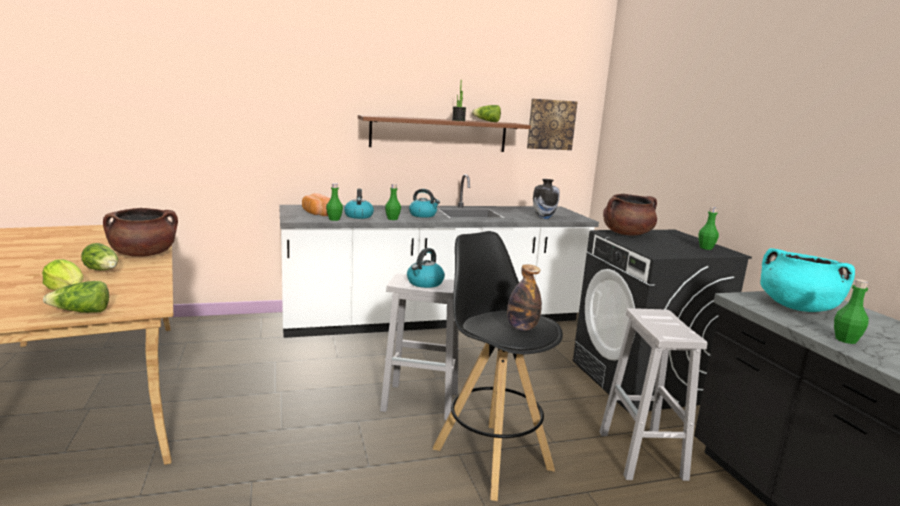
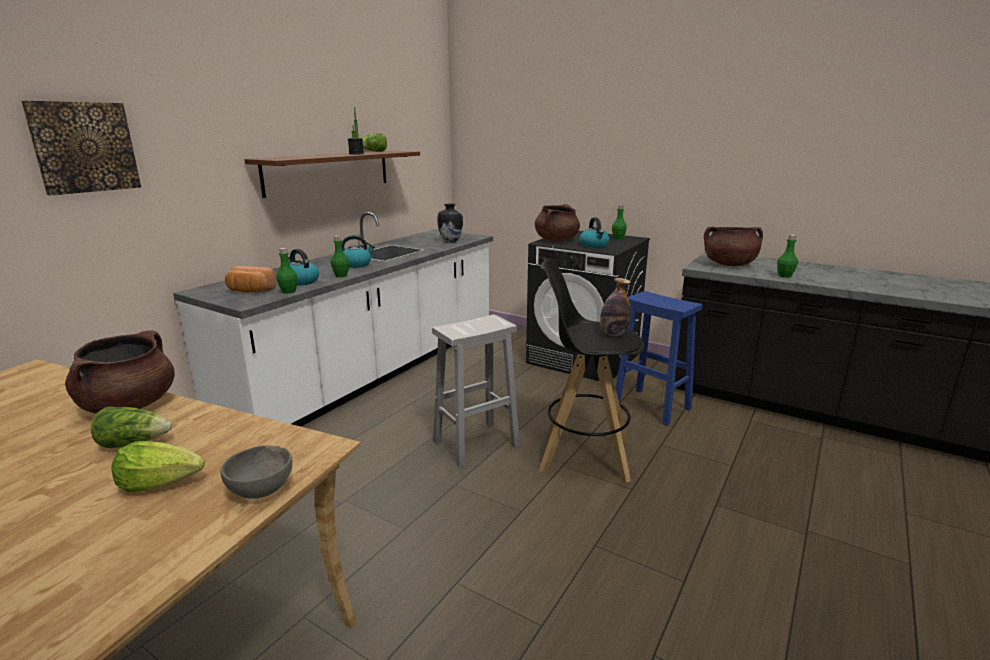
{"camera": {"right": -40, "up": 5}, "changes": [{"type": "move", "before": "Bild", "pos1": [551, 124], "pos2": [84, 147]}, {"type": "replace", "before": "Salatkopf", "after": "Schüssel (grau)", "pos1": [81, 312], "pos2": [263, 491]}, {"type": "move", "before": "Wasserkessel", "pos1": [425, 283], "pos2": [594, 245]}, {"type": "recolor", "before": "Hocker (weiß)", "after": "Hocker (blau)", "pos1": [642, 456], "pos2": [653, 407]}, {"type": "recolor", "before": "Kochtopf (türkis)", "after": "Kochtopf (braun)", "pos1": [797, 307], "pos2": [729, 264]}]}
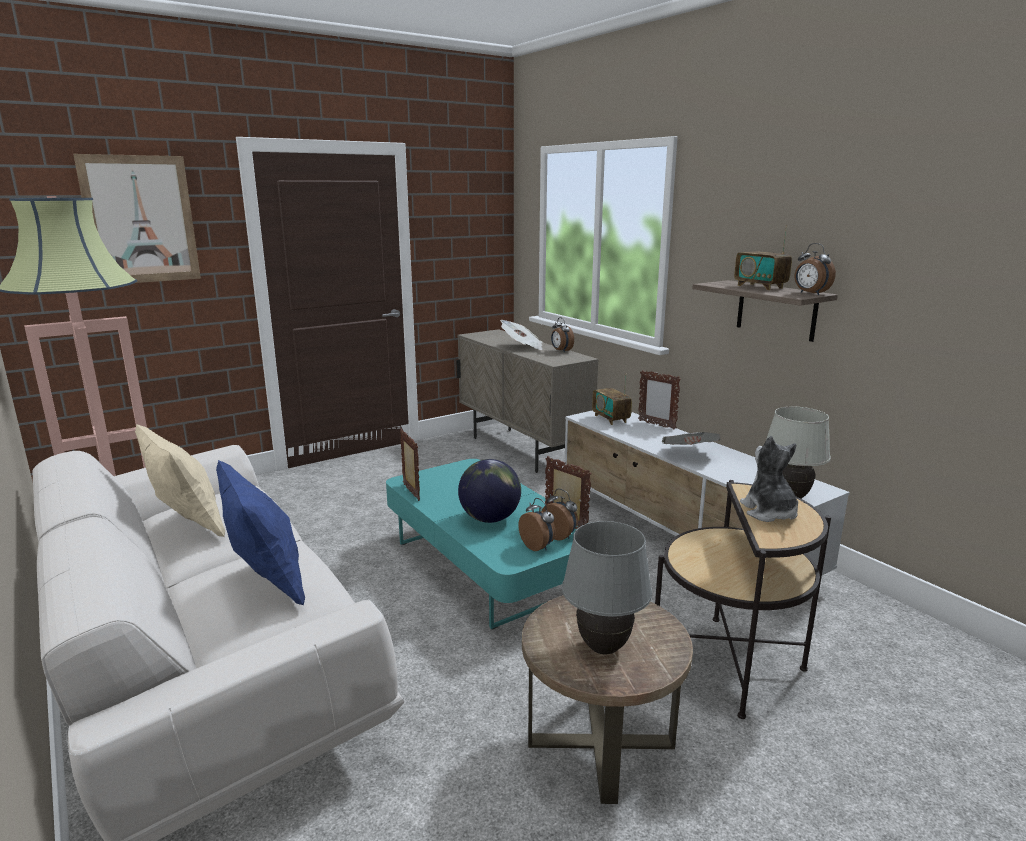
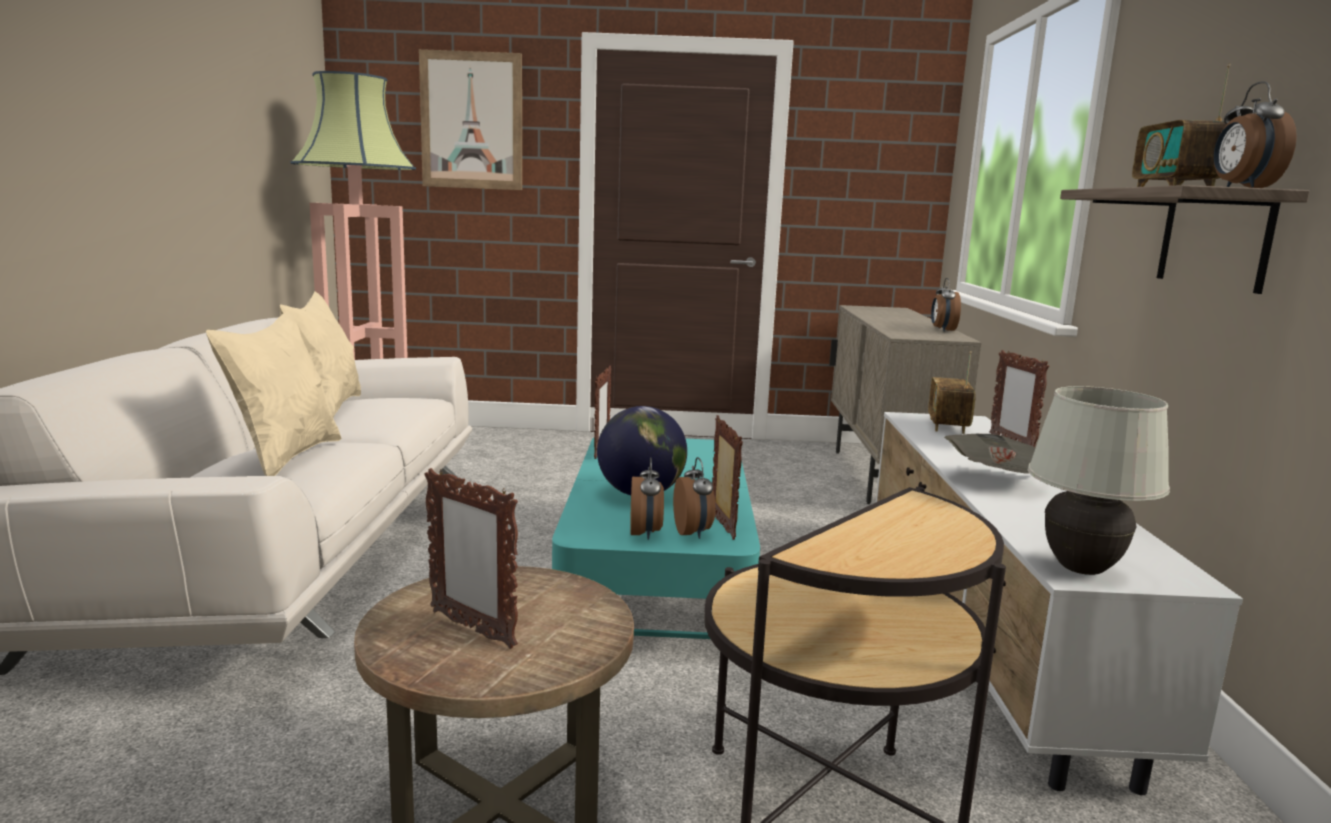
{"camera": {"right": 35, "up": -5}, "changes": [{"type": "recolor", "before": "Kissen (blau)", "after": "Kissen (beige)", "pos1": [267, 582], "pos2": [285, 457]}, {"type": "replace", "before": "Tischlampe (grau)", "after": "Bilderrahmen", "pos1": [603, 647], "pos2": [472, 629]}, {"type": "delete", "before": "Zeitung", "pos1": [522, 347]}, {"type": "delete", "before": "Plüschtier", "pos1": [769, 512]}]}
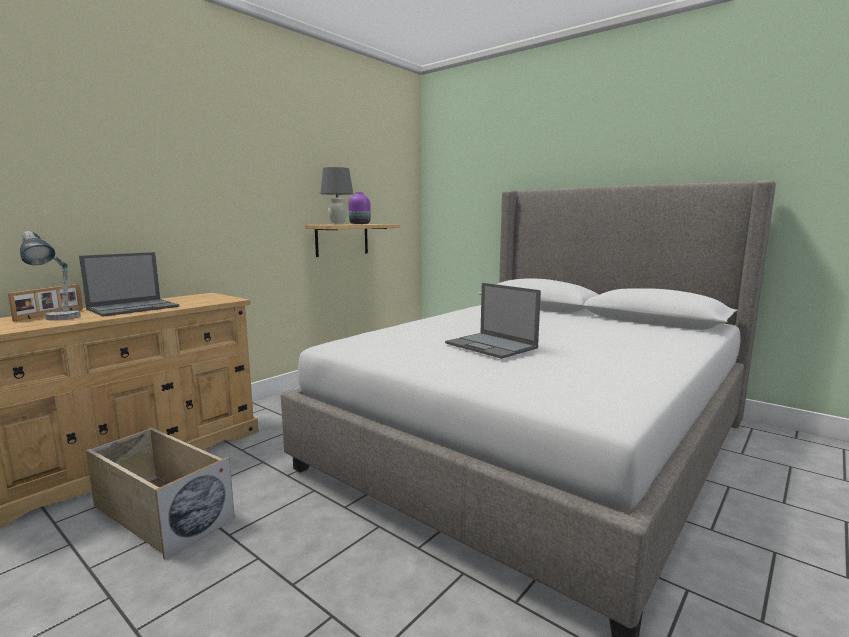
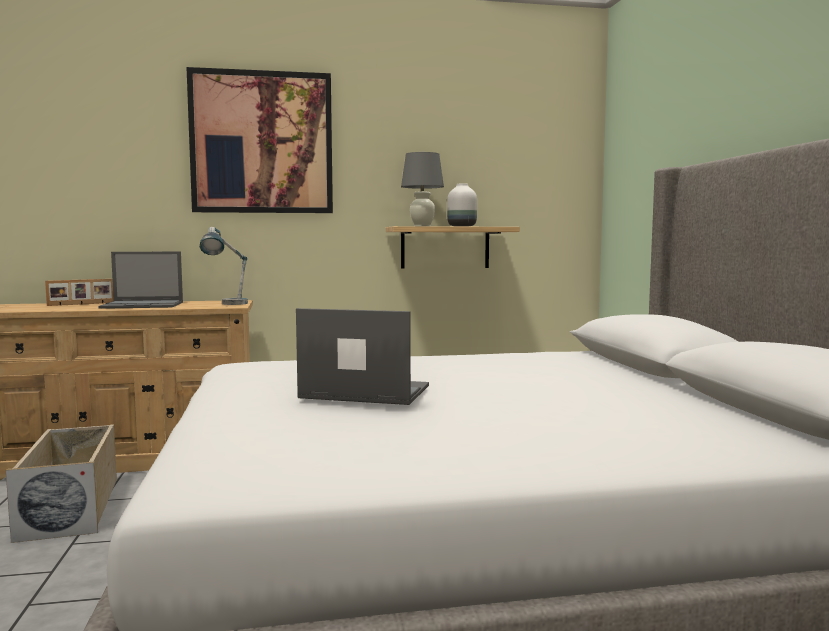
{"camera": {"right": 40, "up": -5}, "changes": [{"type": "insert", "after": "Bild", "pos2": [262, 143]}, {"type": "move", "before": "Tischlampe", "pos1": [58, 320], "pos2": [227, 304]}, {"type": "rotate", "before": "Laptop", "pos1": [492, 346], "pos2": [363, 392], "turn": 105}, {"type": "recolor", "before": "Vase (lila)", "after": "Vase (weiß)", "pos1": [360, 224], "pos2": [461, 226]}]}
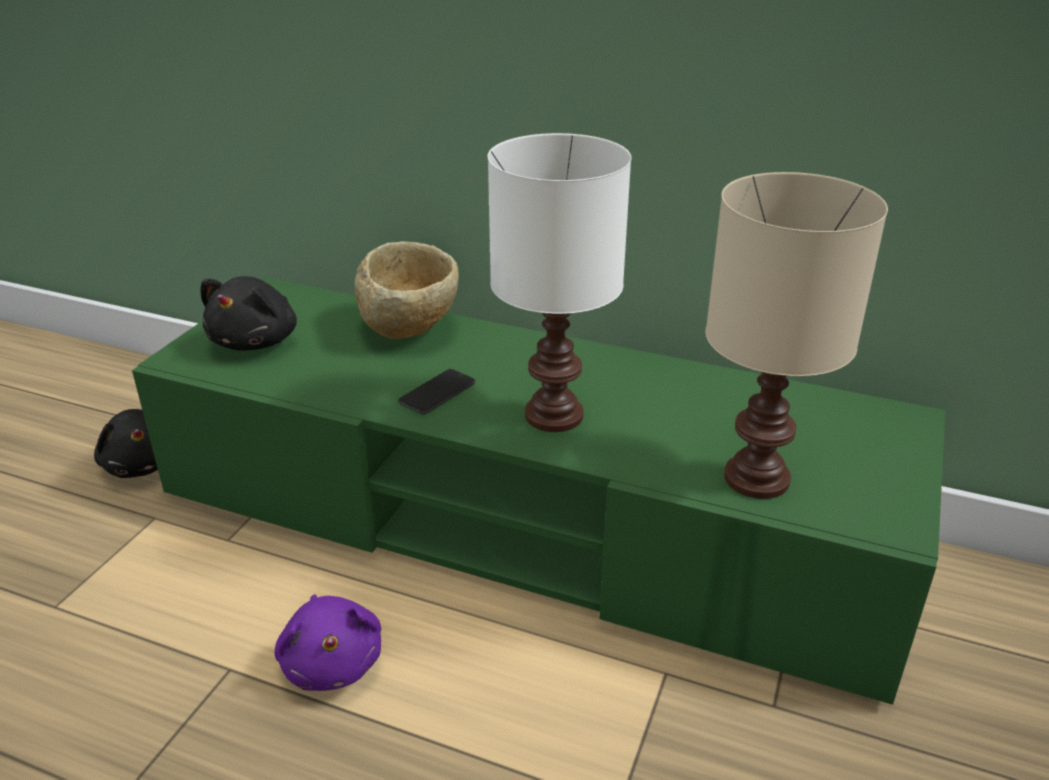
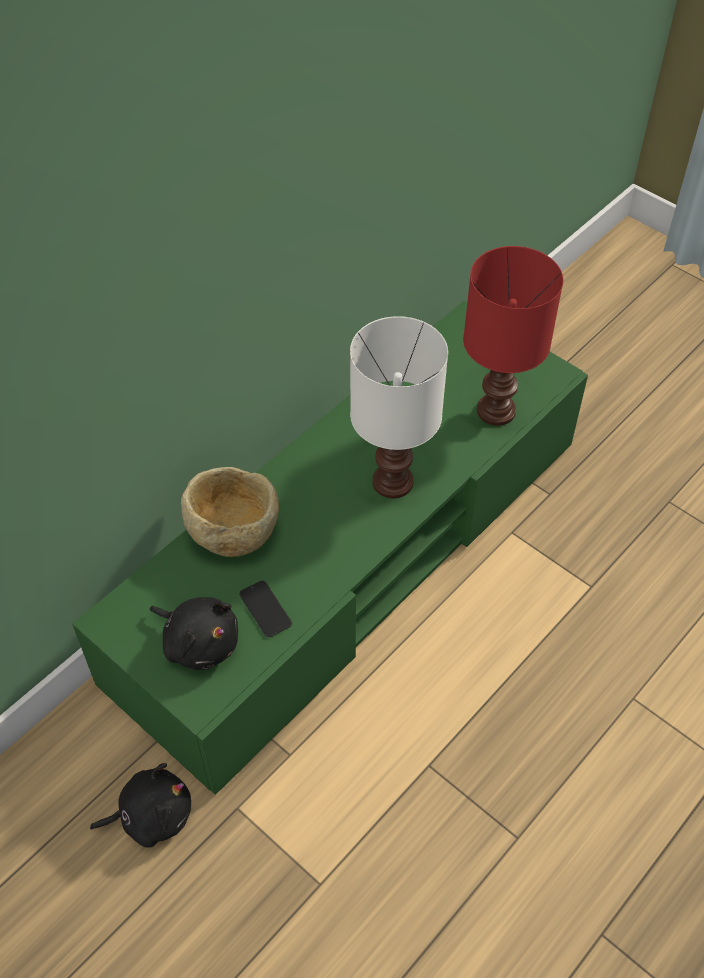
{"camera": {"right": -70, "up": 20}, "changes": [{"type": "move", "before": "Handy", "pos1": [437, 393], "pos2": [265, 609]}, {"type": "recolor", "before": "Tischlampe (beige)", "after": "Tischlampe (rot)", "pos1": [753, 478], "pos2": [495, 412]}, {"type": "delete", "before": "Plüschtier (lila)", "pos1": [332, 662]}]}
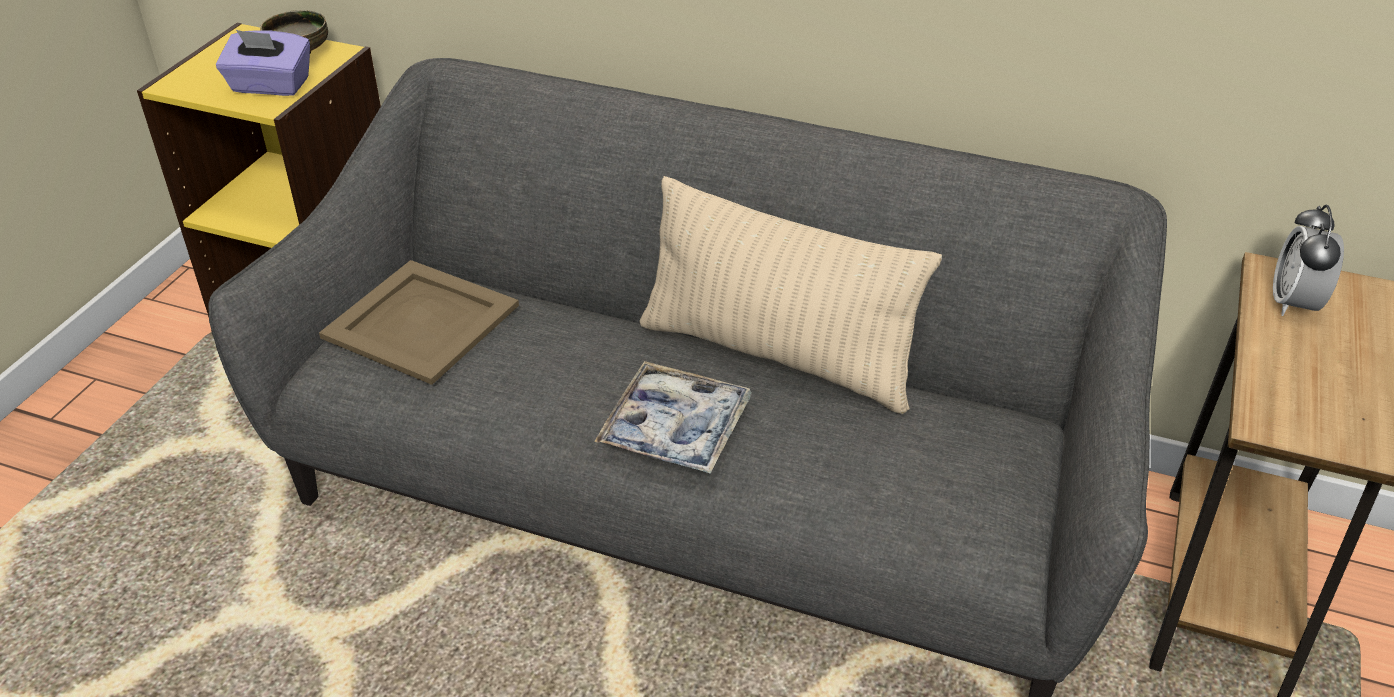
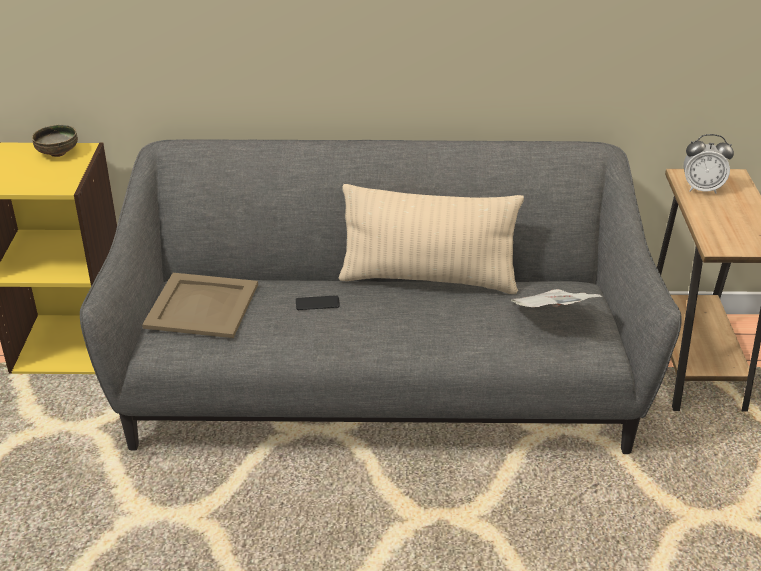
{"camera": {"right": -20, "up": -5}, "changes": [{"type": "insert", "after": "Handy", "pos2": [317, 303]}, {"type": "insert", "after": "Zeitung", "pos2": [553, 318]}, {"type": "rotate", "before": "Wecker", "pos1": [1293, 304], "pos2": [702, 189], "turn": -75}, {"type": "delete", "before": "Taschentuchbox (lila)", "pos1": [270, 86]}, {"type": "delete", "before": "Tablett", "pos1": [675, 429]}]}
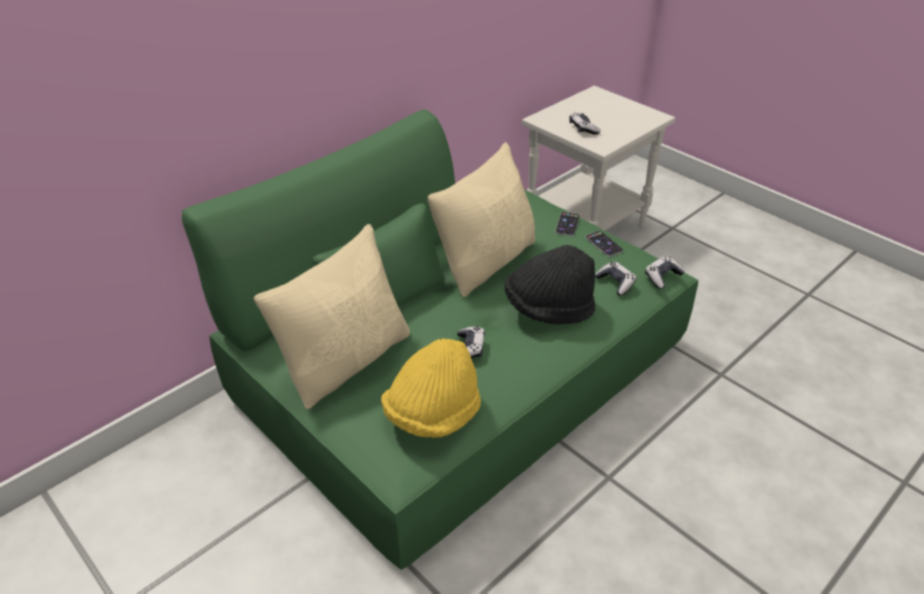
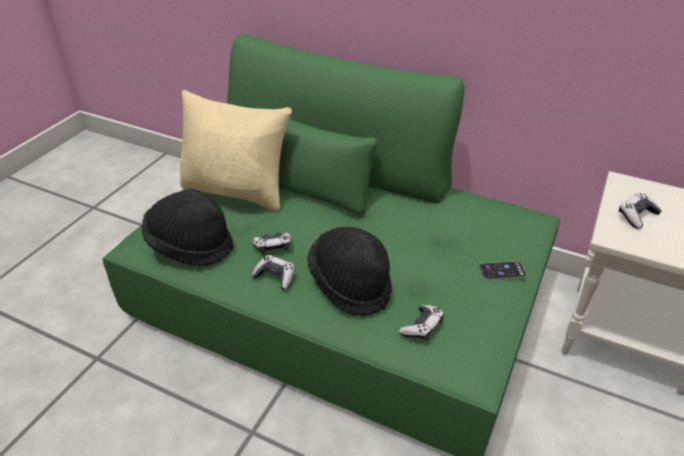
{"camera": {"right": 70, "up": 0}, "changes": [{"type": "recolor", "before": "Hut (gelb)", "after": "Hut (schwarz)", "pos1": [433, 414], "pos2": [190, 245]}, {"type": "move", "before": "Gamepad", "pos1": [662, 277], "pos2": [275, 277]}, {"type": "delete", "before": "Kissen (beige)", "pos1": [486, 261]}, {"type": "delete", "before": "Handy", "pos1": [604, 244]}]}
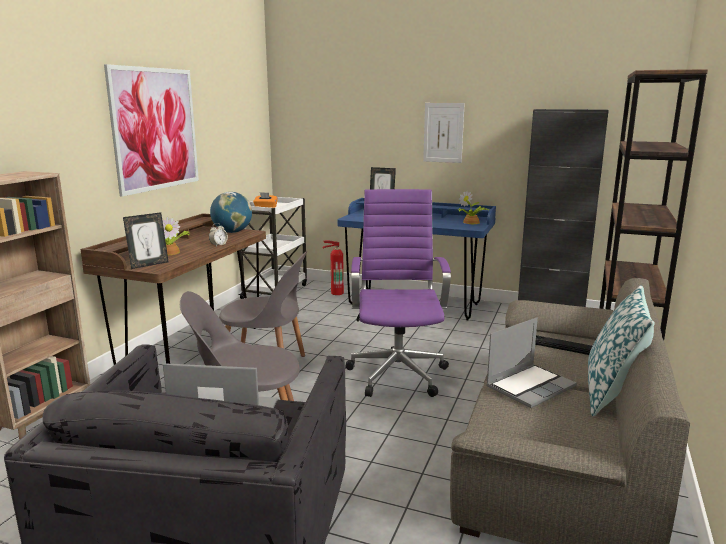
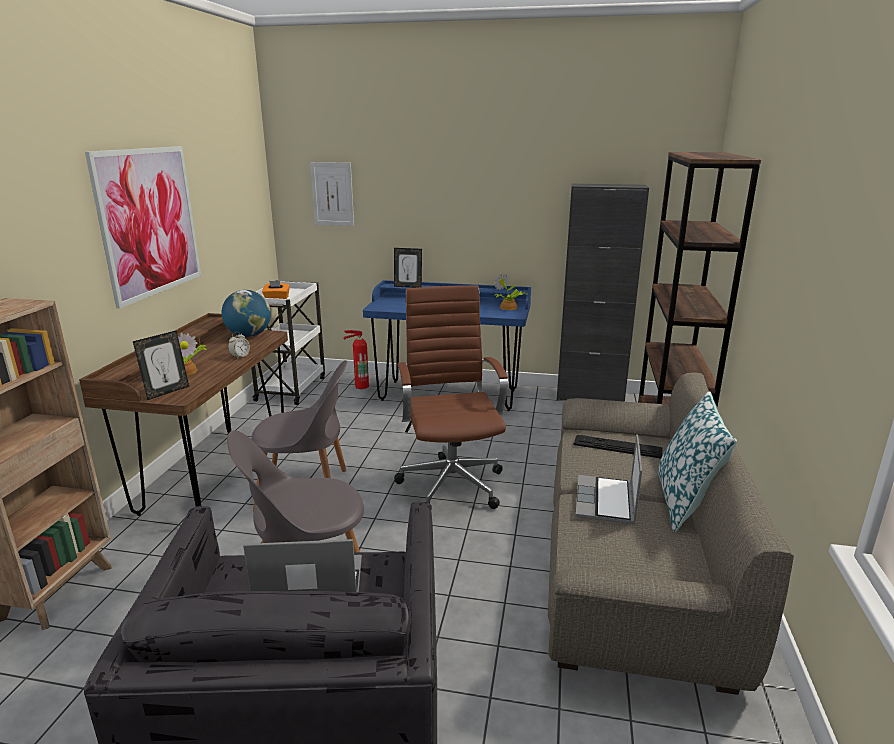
{"camera": {"right": -10, "up": 5}, "changes": [{"type": "move", "before": "Bild", "pos1": [443, 132], "pos2": [332, 194]}, {"type": "recolor", "before": "Bürostuhl (lila)", "after": "Bürostuhl (braun)", "pos1": [397, 373], "pos2": [451, 483]}, {"type": "rotate", "before": "Laptop", "pos1": [530, 386], "pos2": [606, 502], "turn": 150}]}
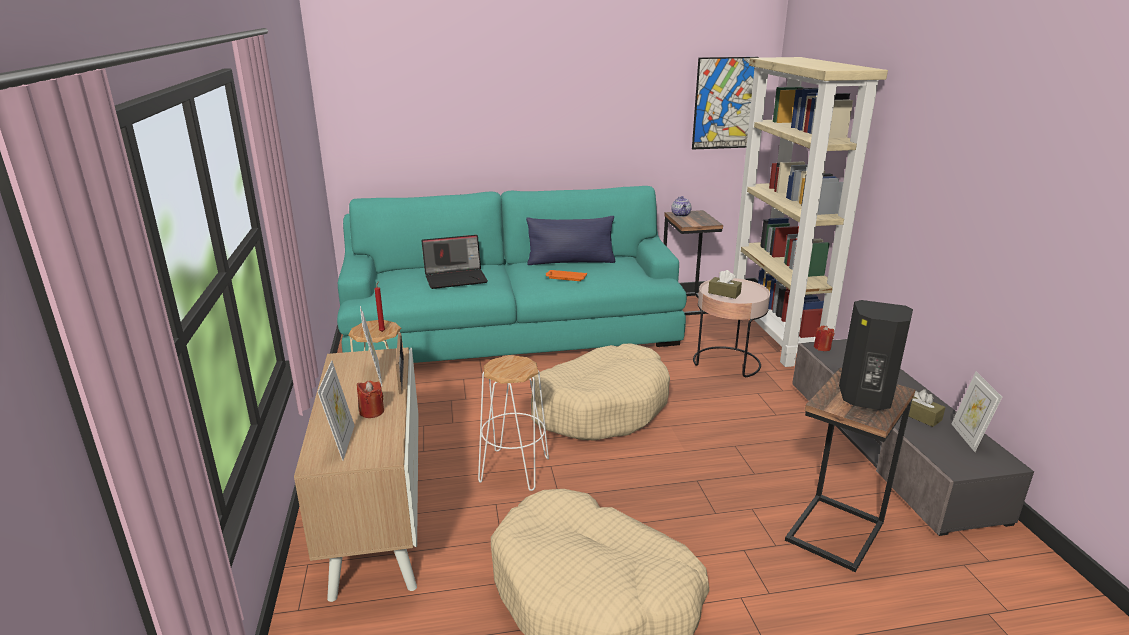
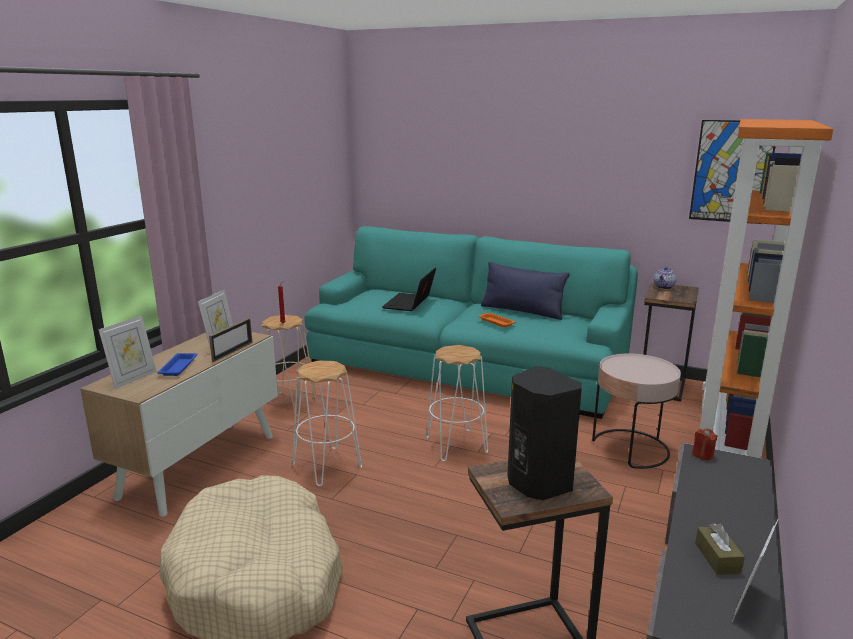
{"camera": {"right": 35, "up": -5}, "changes": [{"type": "replace", "before": "Kerze (rot)", "after": "Tablett (blau)", "pos1": [371, 412], "pos2": [179, 367]}, {"type": "rotate", "before": "Laptop", "pos1": [456, 278], "pos2": [410, 303], "turn": 90}, {"type": "replace", "before": "Hundebett (beige)", "after": "Hocker (weiß)", "pos1": [600, 407], "pos2": [455, 445]}, {"type": "recolor", "before": "Bücherregal (beige)", "after": "Bücherregal (orange)", "pos1": [777, 335], "pos2": [727, 441]}, {"type": "delete", "before": "Taschentuchbox (braun)", "pos1": [724, 293]}]}
